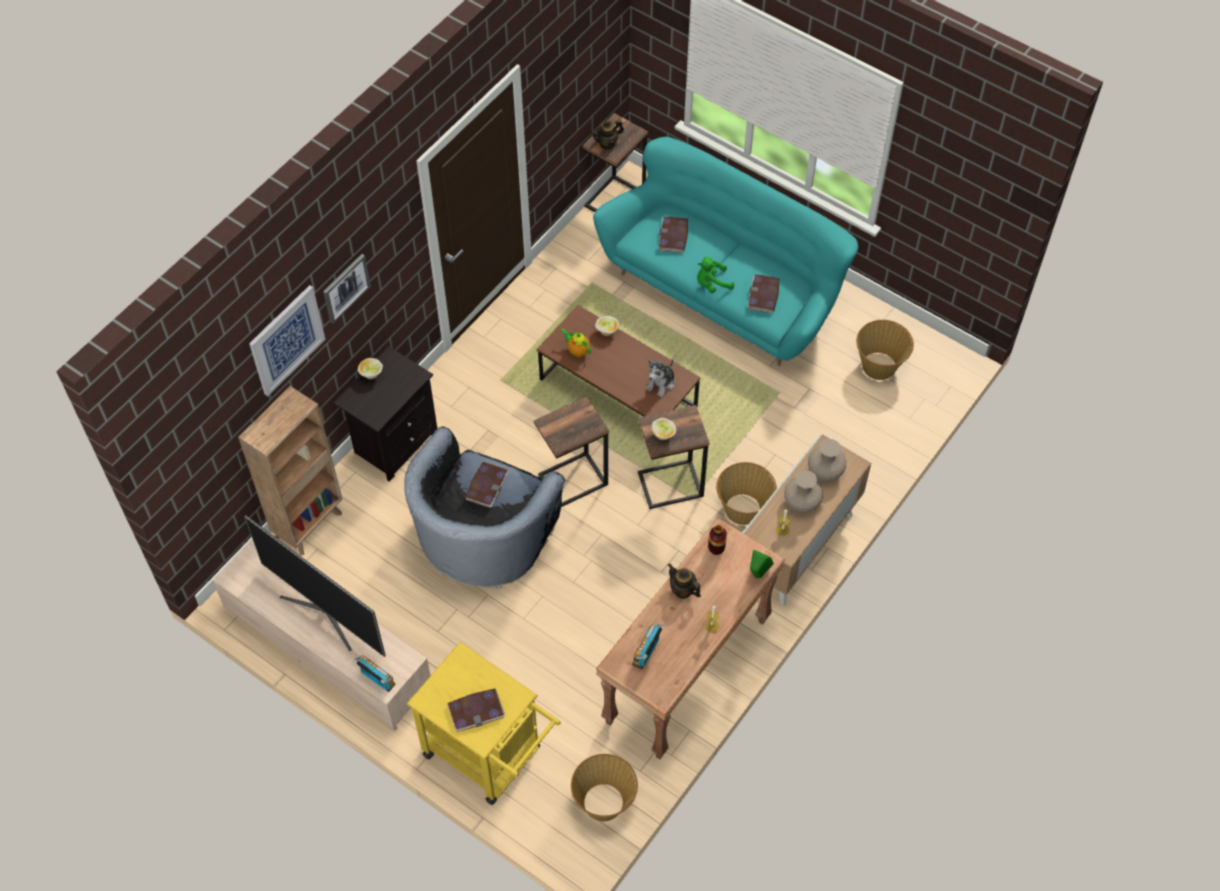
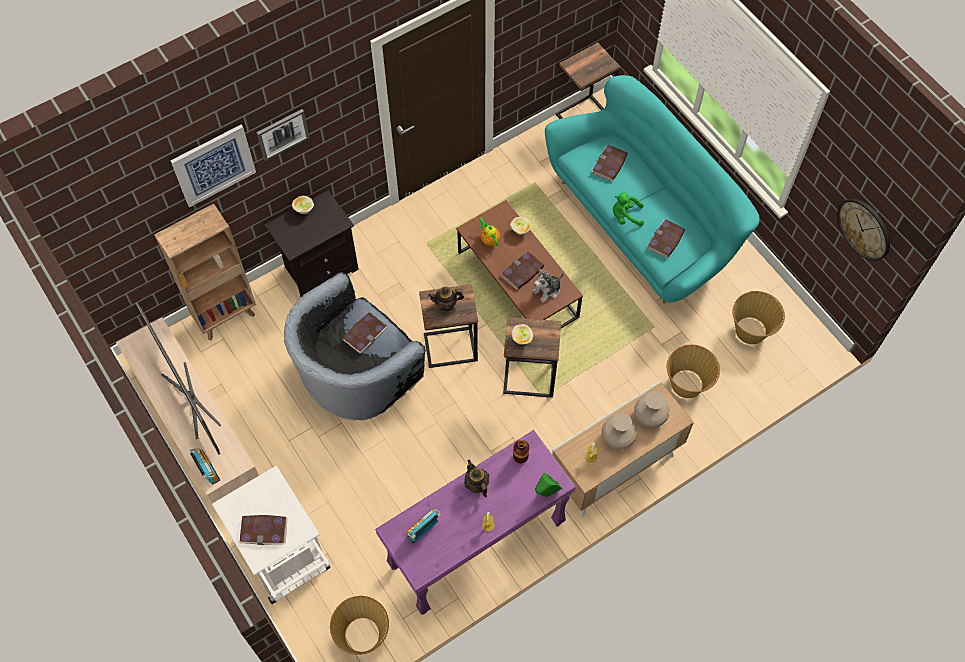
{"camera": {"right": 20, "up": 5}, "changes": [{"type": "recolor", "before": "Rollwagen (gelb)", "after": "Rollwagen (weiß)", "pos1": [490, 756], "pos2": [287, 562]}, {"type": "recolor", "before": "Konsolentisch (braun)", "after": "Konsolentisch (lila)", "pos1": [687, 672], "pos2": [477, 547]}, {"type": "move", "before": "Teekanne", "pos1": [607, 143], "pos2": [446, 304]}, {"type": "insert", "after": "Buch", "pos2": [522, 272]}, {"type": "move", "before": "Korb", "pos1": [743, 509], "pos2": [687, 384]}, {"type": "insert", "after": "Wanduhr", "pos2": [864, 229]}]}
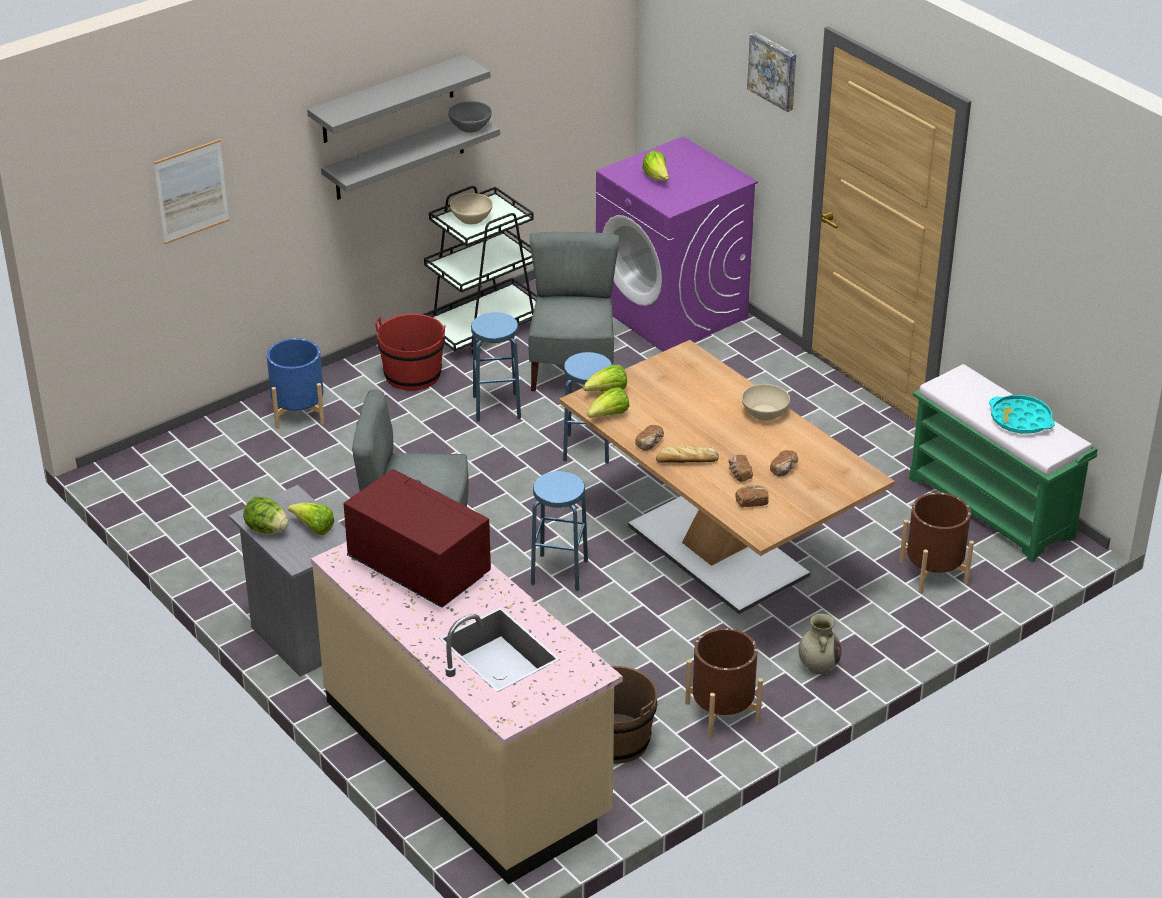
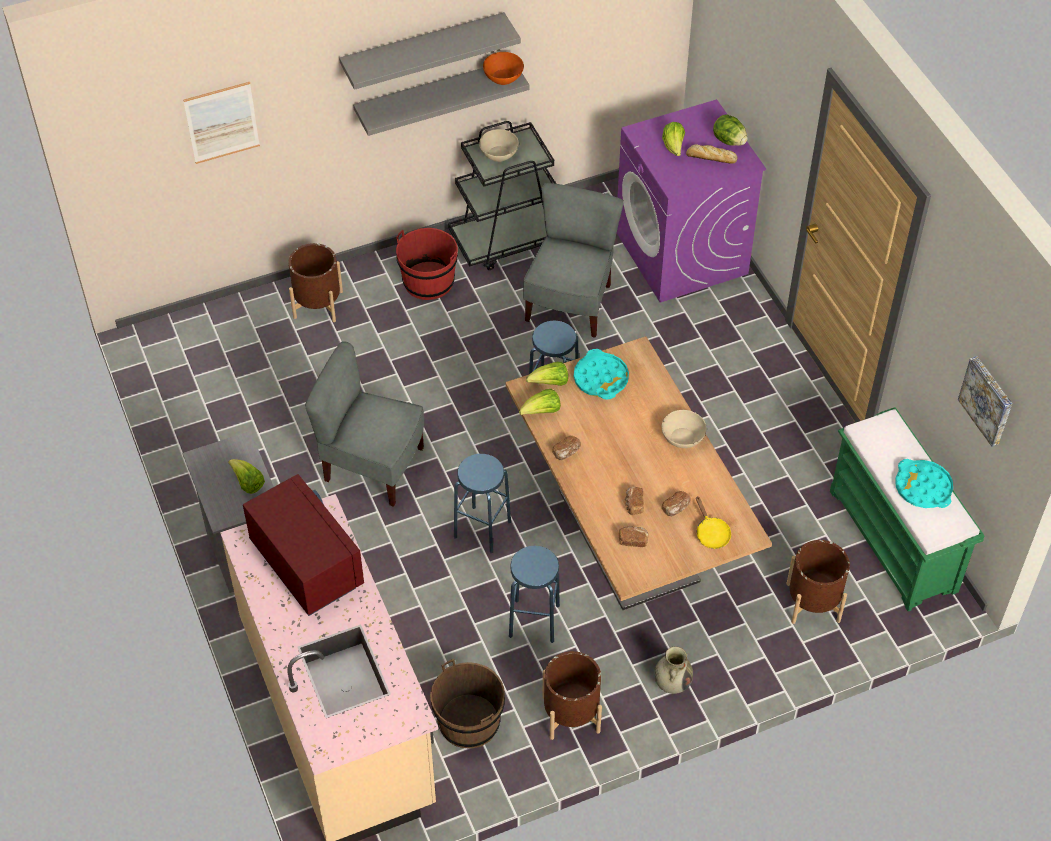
{"camera": {"right": 15, "up": 15}, "changes": [{"type": "recolor", "before": "Pflanzkübel (blau)", "after": "Pflanzkübel (braun)", "pos1": [298, 412], "pos2": [318, 304]}, {"type": "recolor", "before": "Schüssel (grau)", "after": "Schüssel (orange)", "pos1": [470, 126], "pos2": [503, 77]}, {"type": "move", "before": "Hocker (blau)", "pos1": [496, 407], "pos2": [534, 621]}, {"type": "insert", "after": "Tablett (türkis)", "pos2": [601, 378]}, {"type": "move", "before": "Brot", "pos1": [685, 460], "pos2": [710, 158]}, {"type": "insert", "after": "Pfanne (gelb)", "pos2": [711, 533]}, {"type": "move", "before": "Salatkopf", "pos1": [267, 529], "pos2": [729, 141]}, {"type": "move", "before": "Bild", "pos1": [774, 70], "pos2": [987, 400]}]}
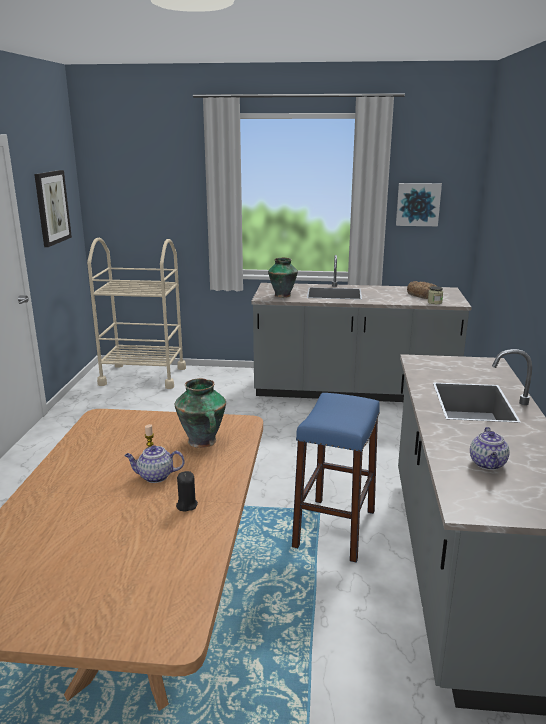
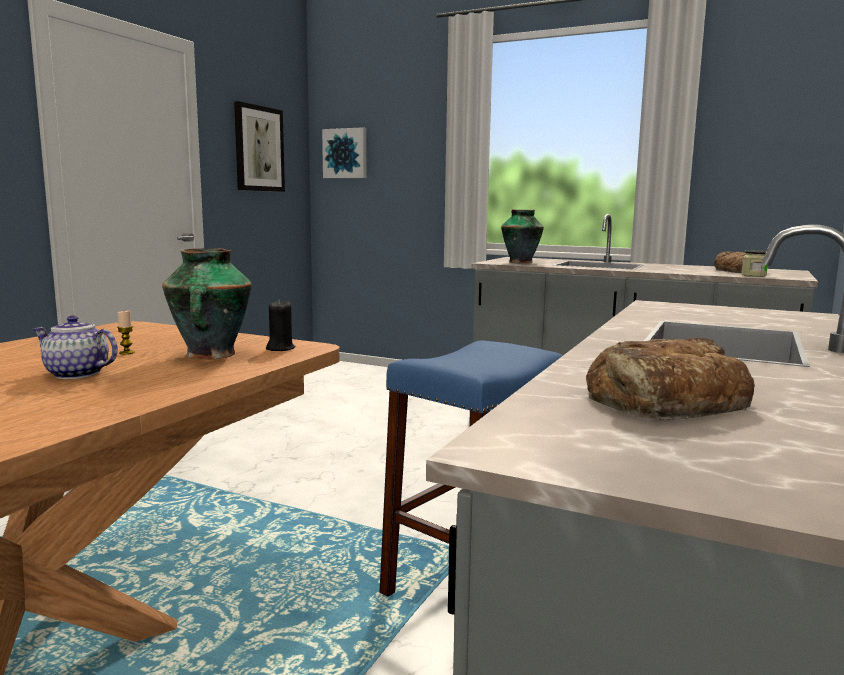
{"camera": {"right": 20, "up": -10}, "changes": [{"type": "move", "before": "Kerze (schwarz)", "pos1": [186, 505], "pos2": [280, 348]}, {"type": "move", "before": "Bild", "pos1": [418, 204], "pos2": [345, 153]}, {"type": "replace", "before": "Teekanne", "after": "Brot", "pos1": [488, 464], "pos2": [663, 400]}, {"type": "delete", "before": "Rollwagen (beige)", "pos1": [143, 376]}]}
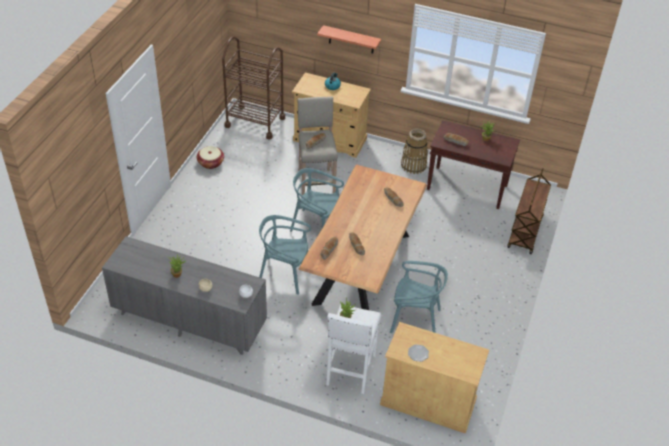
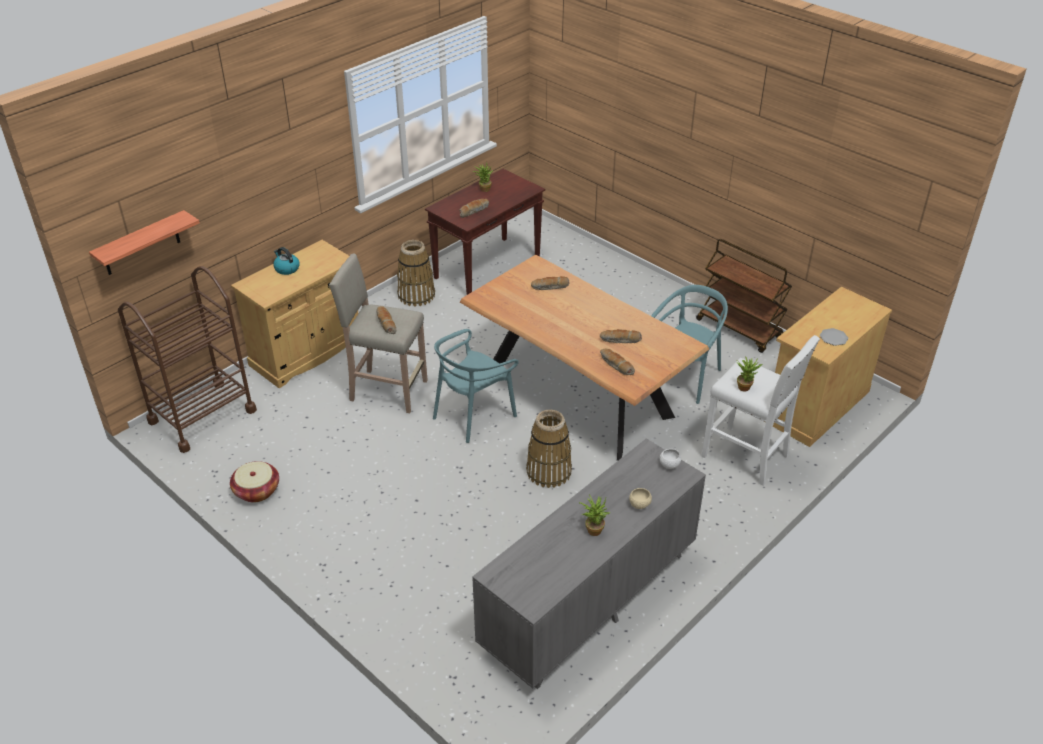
{"camera": {"right": -65, "up": -5}, "changes": [{"type": "move", "before": "Wandregal", "pos1": [351, 40], "pos2": [141, 244]}, {"type": "replace", "before": "Stuhl (türkis)", "after": "Korb", "pos1": [284, 274], "pos2": [548, 471]}, {"type": "move", "before": "Rollwagen (braun)", "pos1": [525, 233], "pos2": [739, 329]}]}
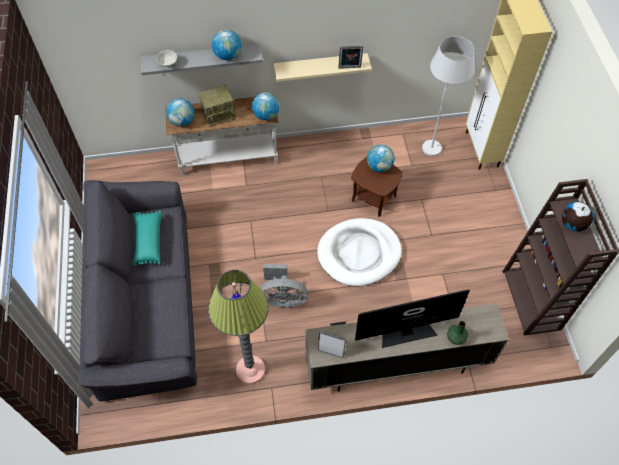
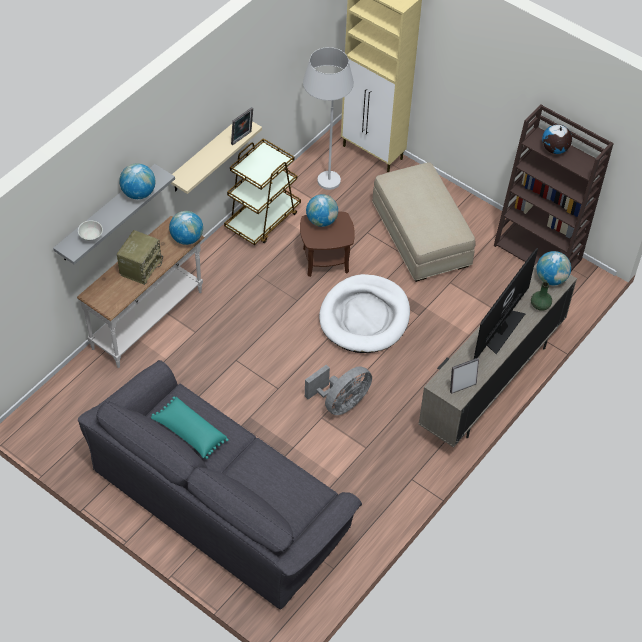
{"camera": {"right": -45, "up": -5}, "changes": [{"type": "insert", "after": "Rollwagen (braun)", "pos2": [263, 219]}, {"type": "insert", "after": "Polsterhocker (beige)", "pos2": [421, 235]}, {"type": "move", "before": "Globus", "pos1": [182, 121], "pos2": [551, 279]}, {"type": "delete", "before": "Stehlampe", "pos1": [250, 370]}]}
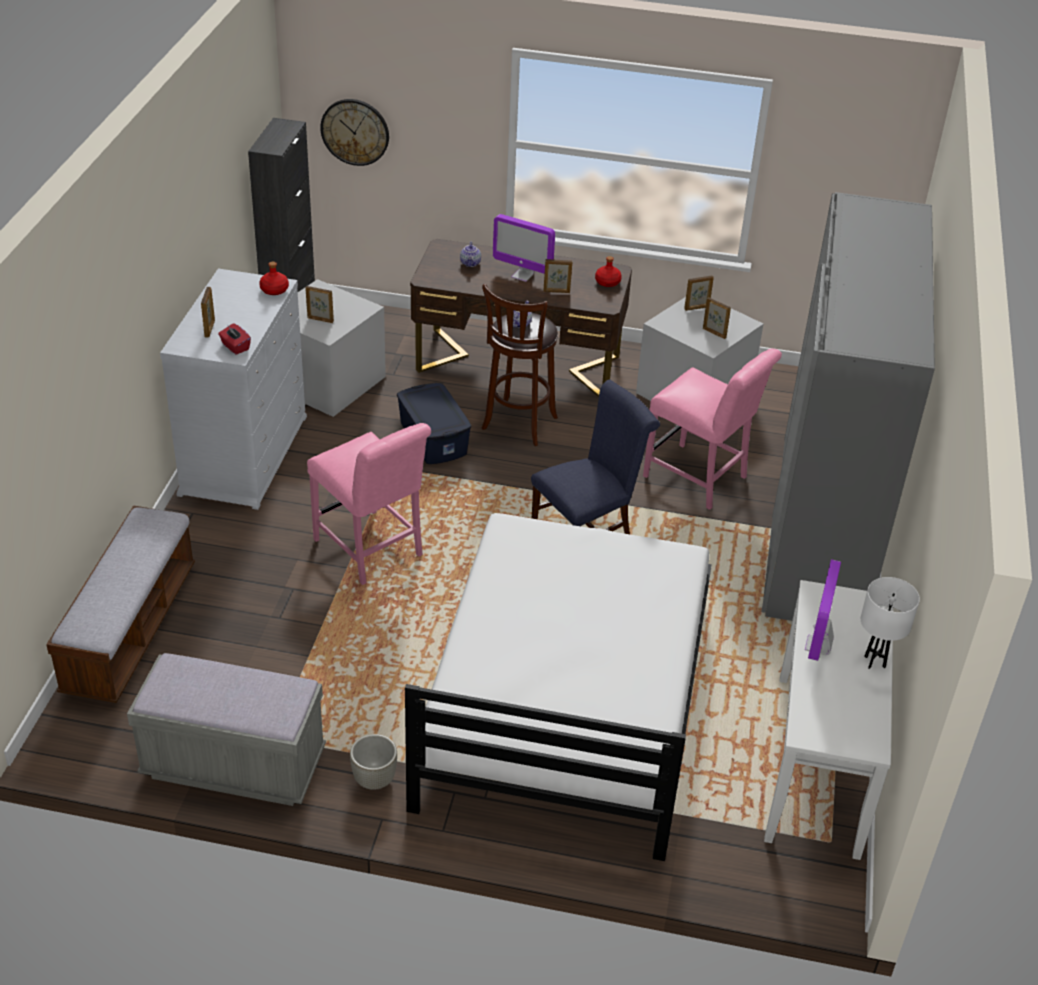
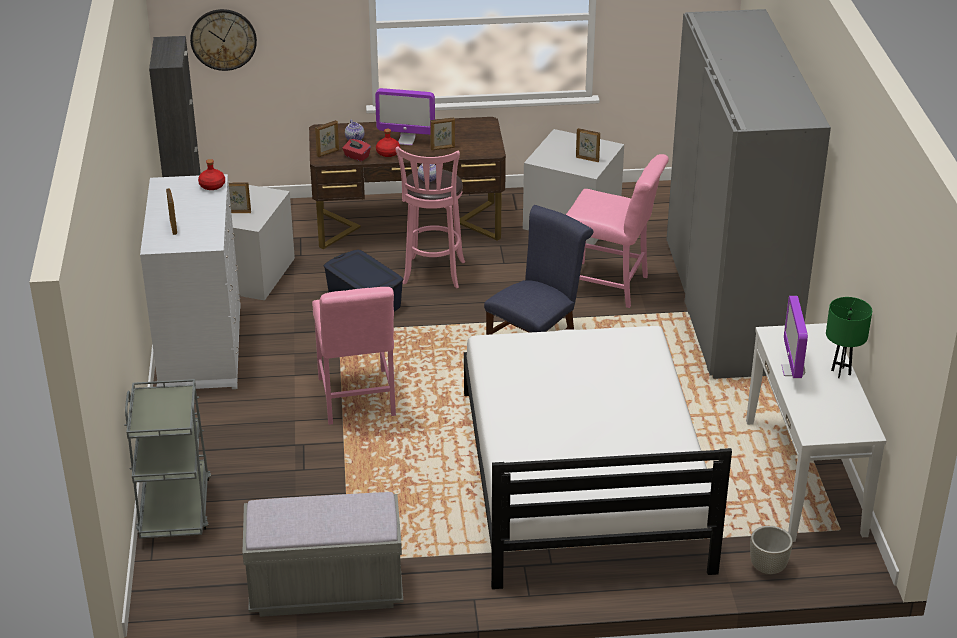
{"camera": {"right": -15, "up": -5}, "changes": [{"type": "replace", "before": "Bank", "after": "Rollwagen (grau)", "pos1": [131, 629], "pos2": [175, 507]}, {"type": "rotate", "before": "Stuhl (rosa)", "pos1": [371, 551], "pos2": [356, 400], "turn": 45}, {"type": "move", "before": "Bilderrahmen", "pos1": [697, 308], "pos2": [328, 153]}, {"type": "move", "before": "Taschentuchbox (rot)", "pos1": [235, 347], "pos2": [356, 157]}, {"type": "move", "before": "Flasche (rot)", "pos1": [607, 282], "pos2": [388, 153]}, {"type": "recolor", "before": "Hocker (braun)", "after": "Hocker (rosa)", "pos1": [518, 425], "pos2": [433, 275]}, {"type": "move", "before": "Pflanzkübel (grau)", "pos1": [374, 780], "pos2": [768, 568]}, {"type": "recolor", "before": "Tischlampe (weiß)", "after": "Tischlampe (grün)", "pos1": [875, 662], "pos2": [841, 372]}]}
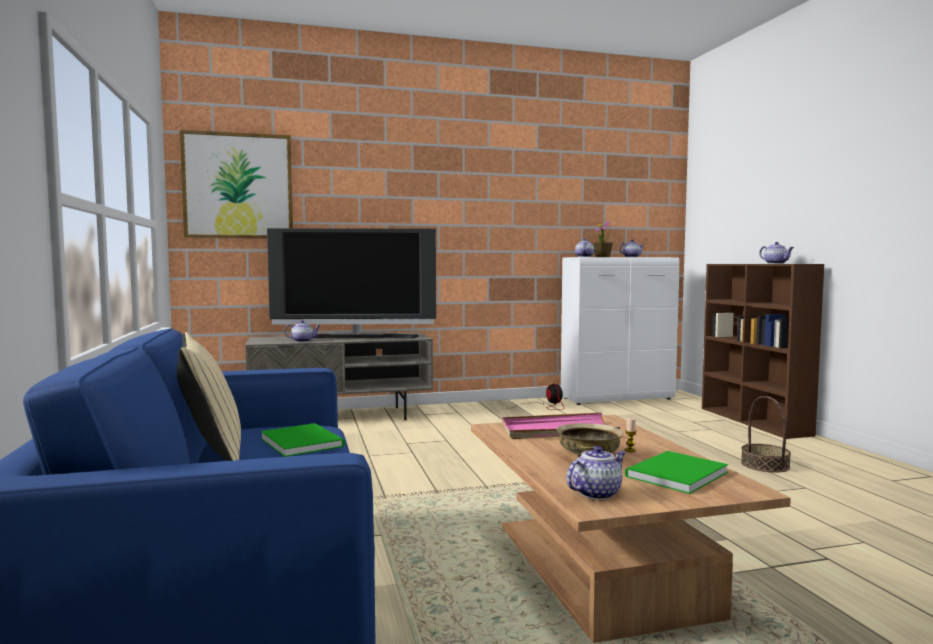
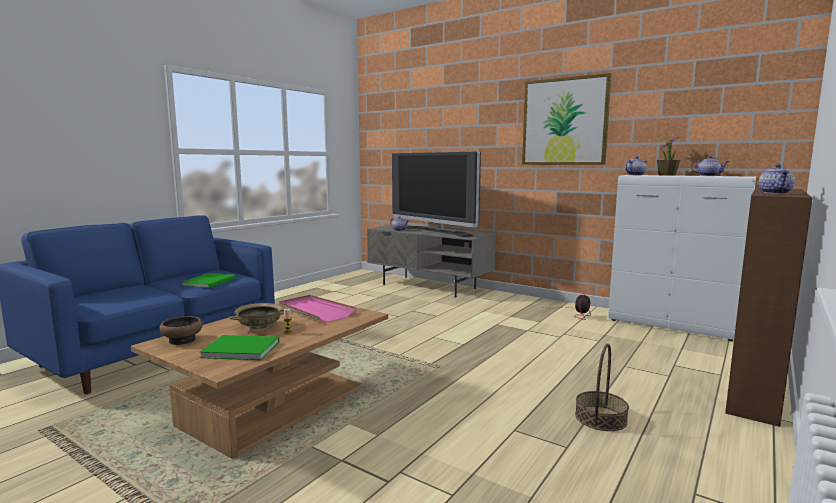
{"camera": {"right": 50, "up": 5}, "changes": [{"type": "replace", "before": "Teekanne", "after": "Schüssel", "pos1": [596, 493], "pos2": [183, 340]}, {"type": "move", "before": "Bild", "pos1": [238, 186], "pos2": [564, 121]}, {"type": "delete", "before": "Kissen (beige)", "pos1": [211, 454]}]}
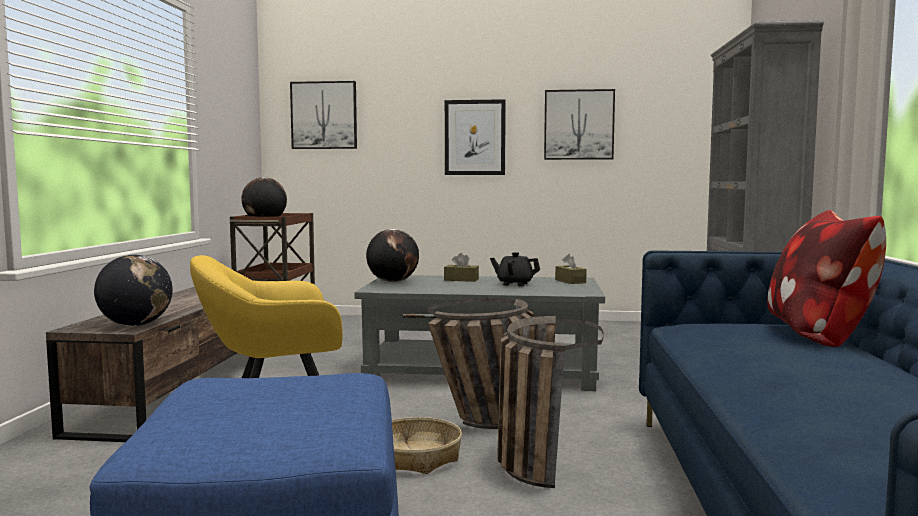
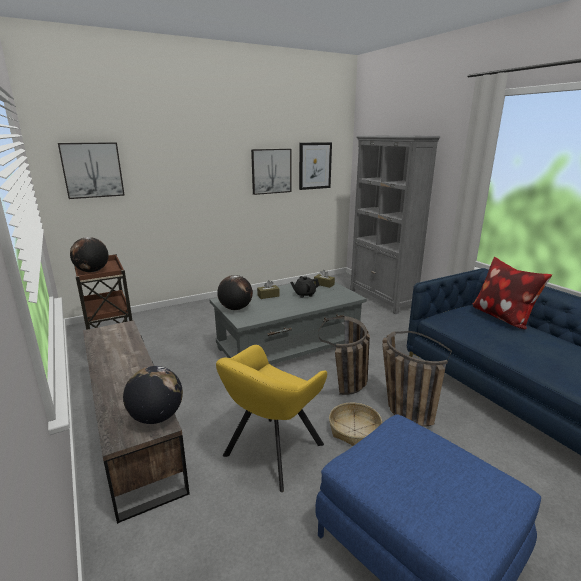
{"camera": {"right": -35, "up": 15}, "changes": [{"type": "move", "before": "Bild", "pos1": [475, 137], "pos2": [314, 166]}]}
